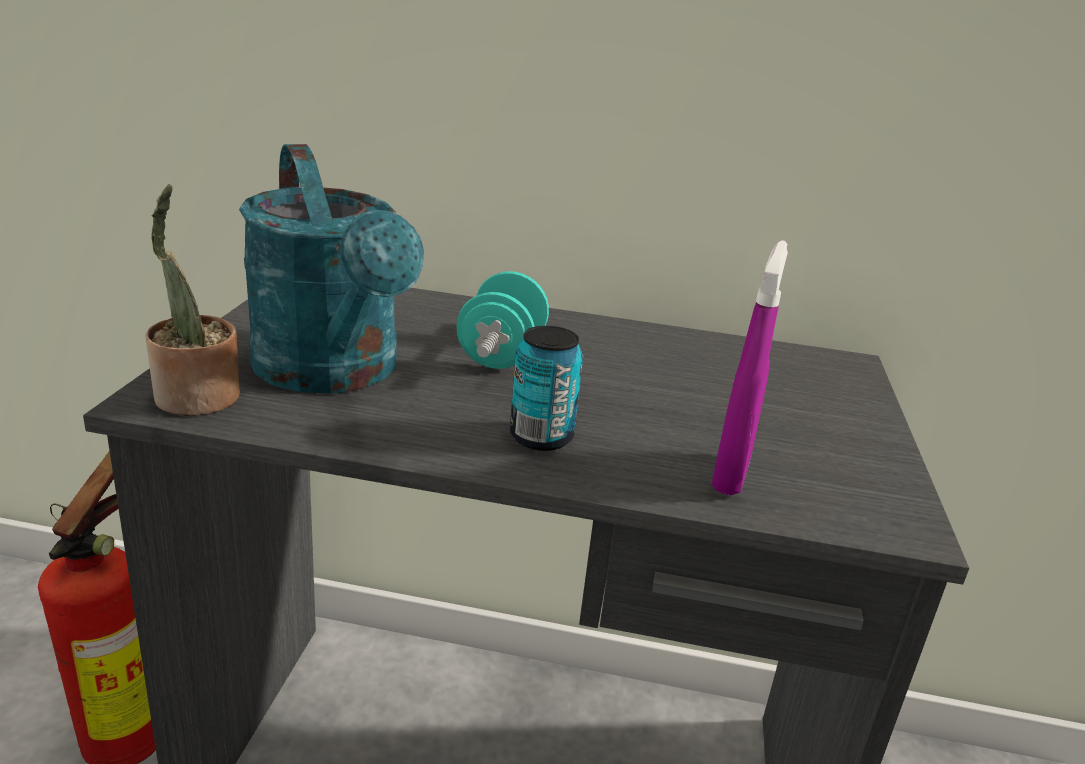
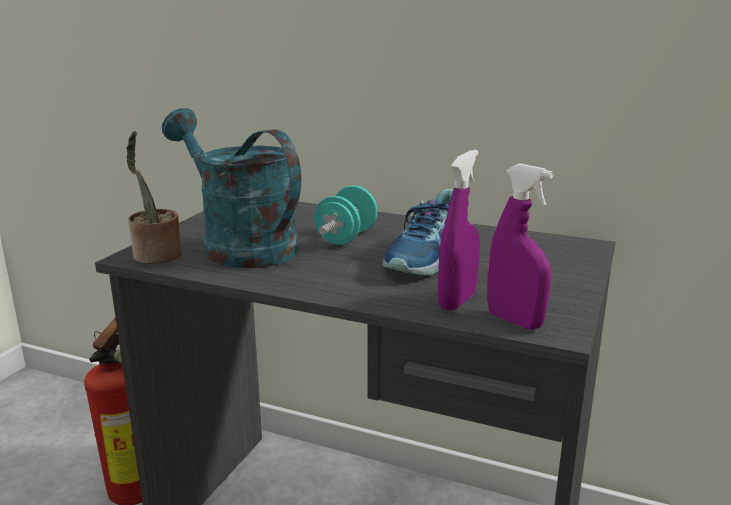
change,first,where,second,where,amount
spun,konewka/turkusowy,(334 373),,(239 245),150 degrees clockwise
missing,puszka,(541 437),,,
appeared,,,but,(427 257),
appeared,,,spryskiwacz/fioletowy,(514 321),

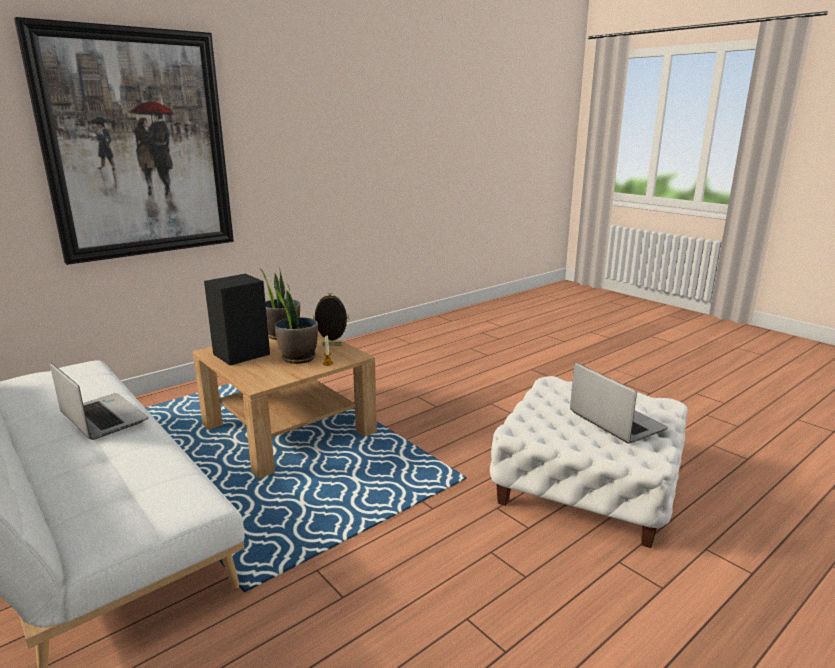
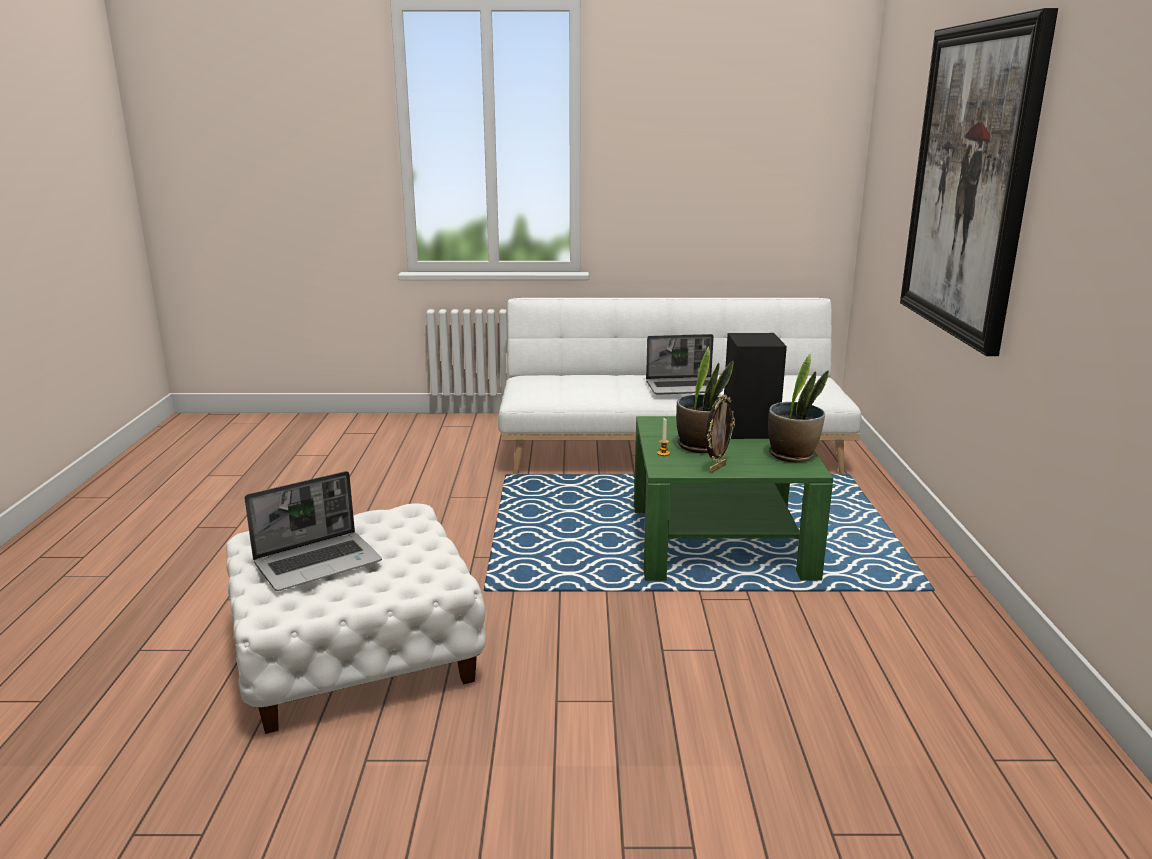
change,first,where,second,where,amount
colour,ława/brązowy,(288 429),ława/zielony,(720 541),
spun,laptop,(614 421),,(319 562),45 degrees counterclockwise

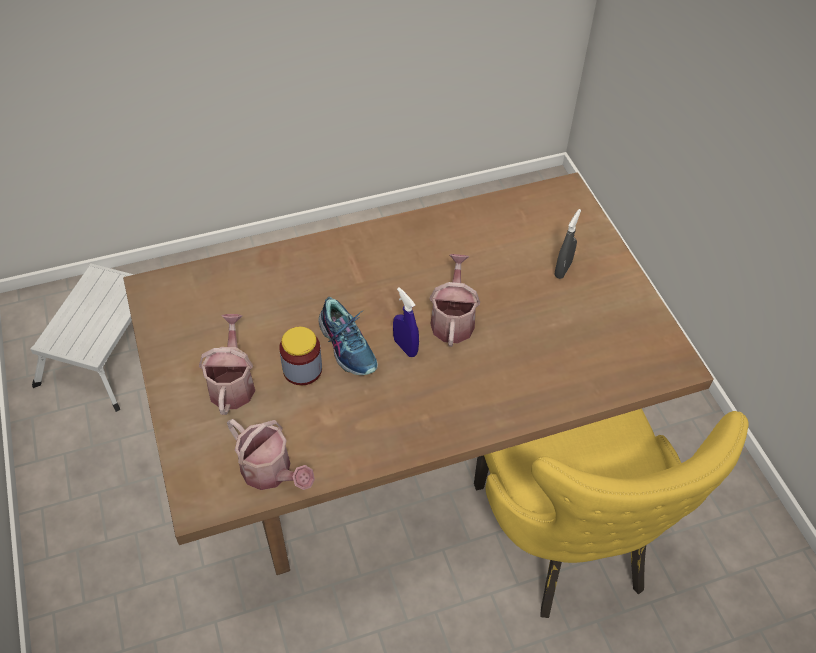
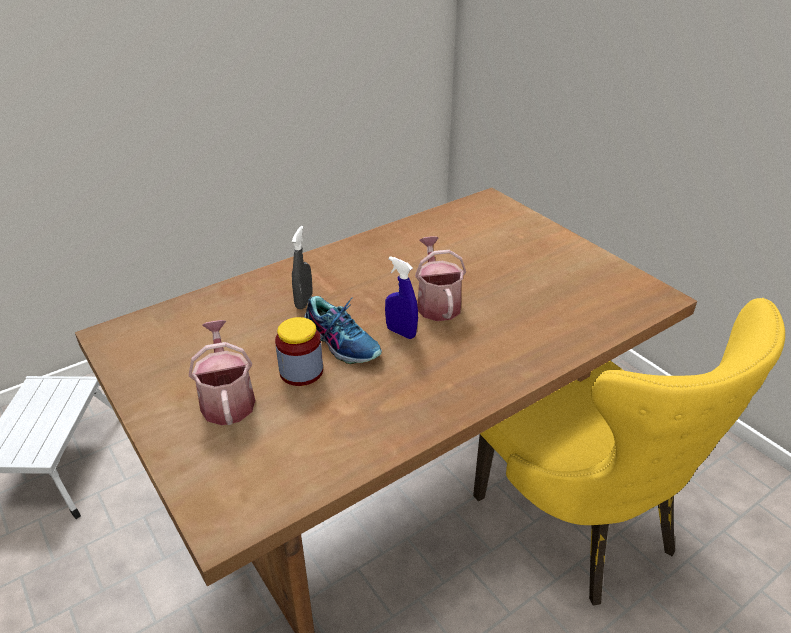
change,first,where,second,where,amount
missing,konewka,(271 472),,,
relocated,spryskiwacz/szary,(562 270),,(304 301),

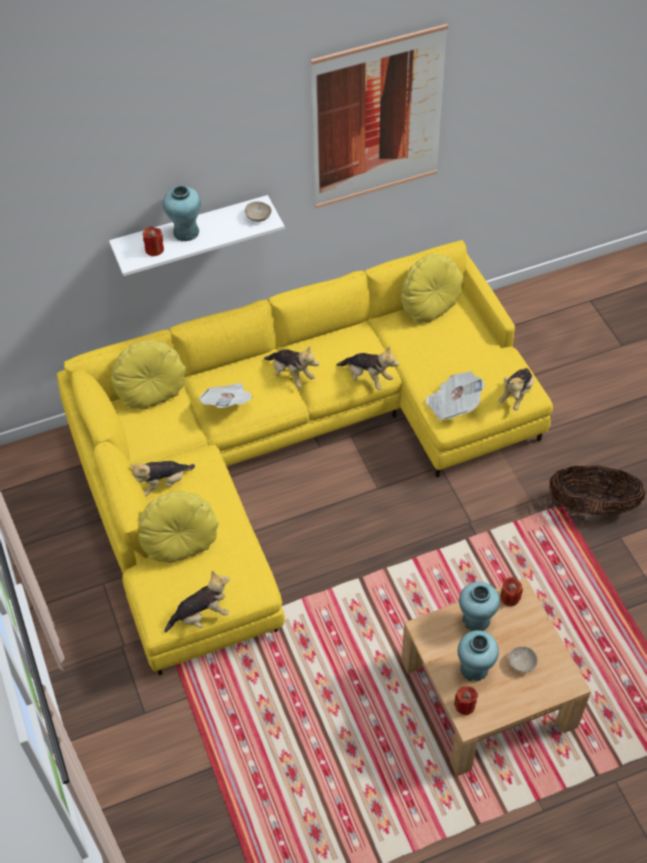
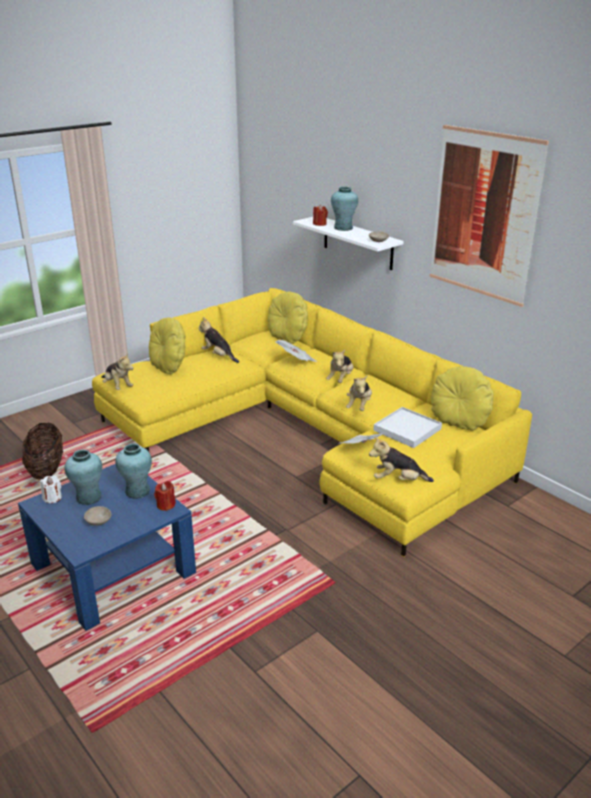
change,first,where,second,where,amount
colour,ława/brązowy,(487 694),ława/niebieski,(113 569),
colour,świeca/czerwony,(465 705),świeca/biały,(52 498),
relocated,koszyk,(592 506),,(46 470),
appeared,,,taca/biały,(407 430),

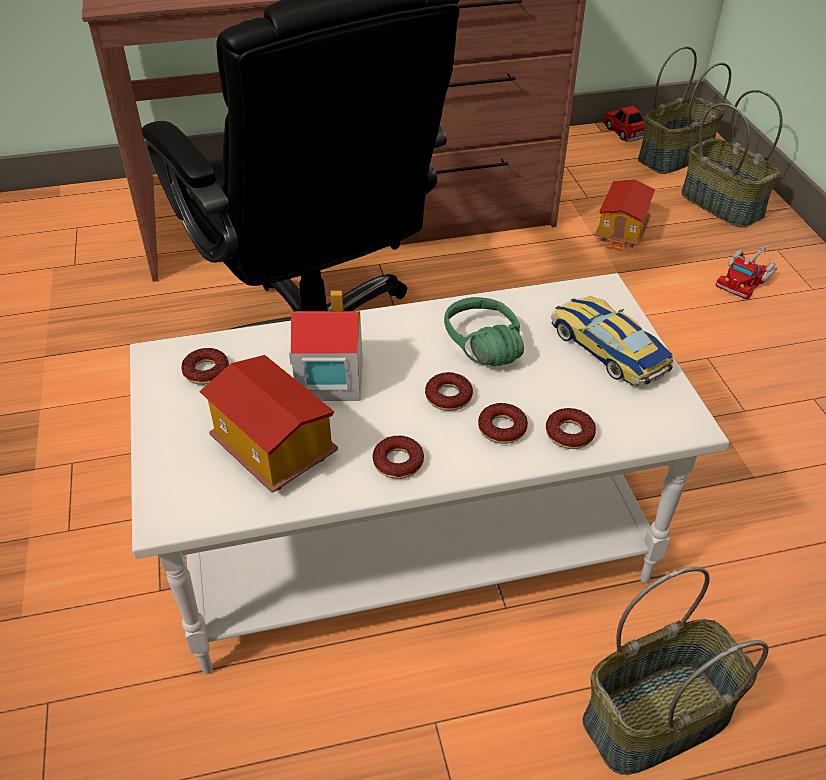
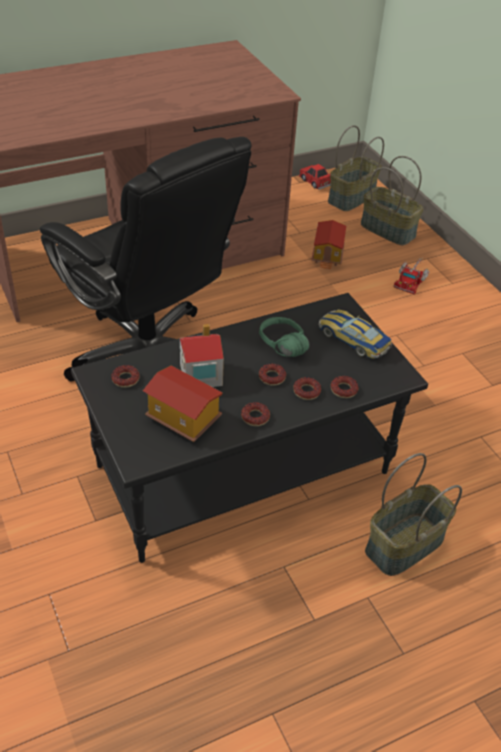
change,first,where,second,where,amount
colour,ława/biały,(410 544),ława/czarny,(243 471),

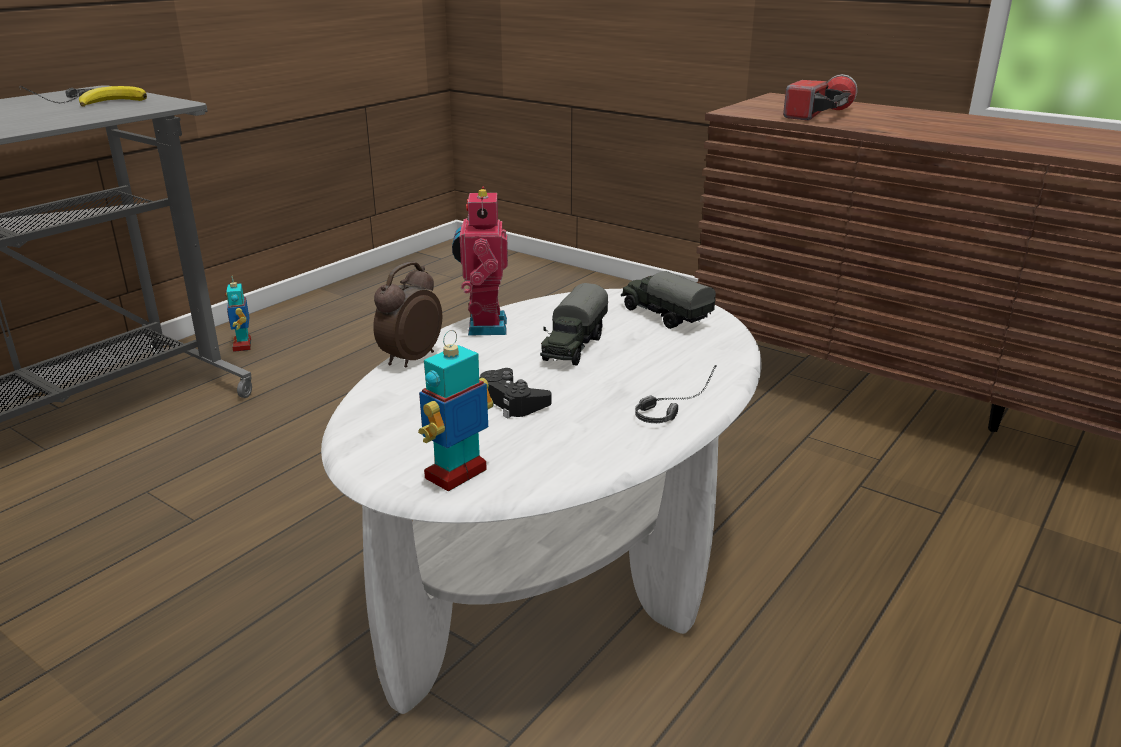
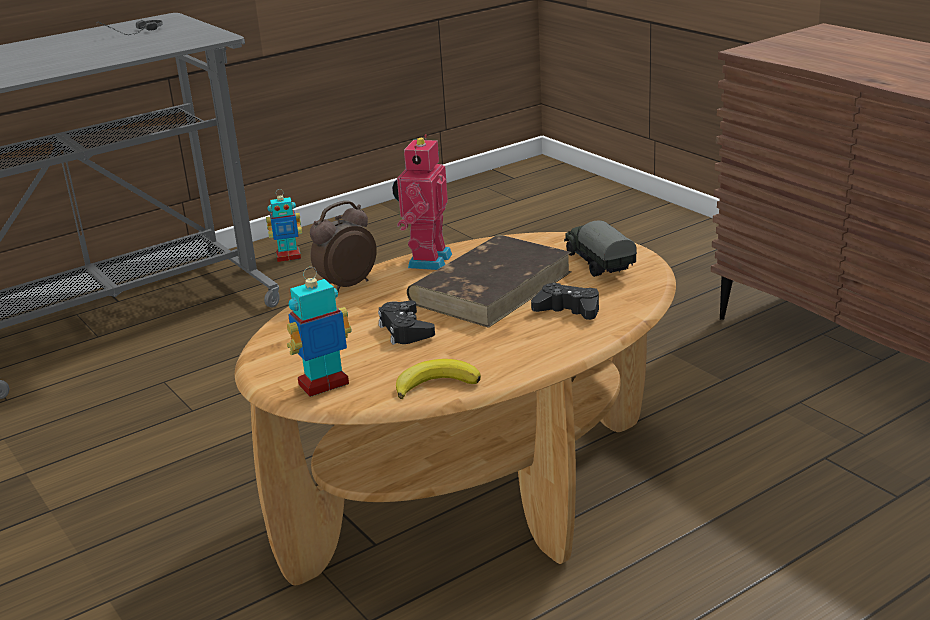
change,first,where,second,where,amount
relocated,banan,(112 102),,(436 384),
spun,robot zabawkowy,(243 345),,(288 257),105 degrees counterclockwise
colour,ława/biały,(561 573),ława/brązowy,(478 497),
exchanged,ciężarówka zabawkowa,(573 347),książka/brązowy,(492 286),
missing,słuchawki,(673 404),,,
missing,latarka,(820 114),,,
appeared,,,pad do gier/czarny,(568 310),

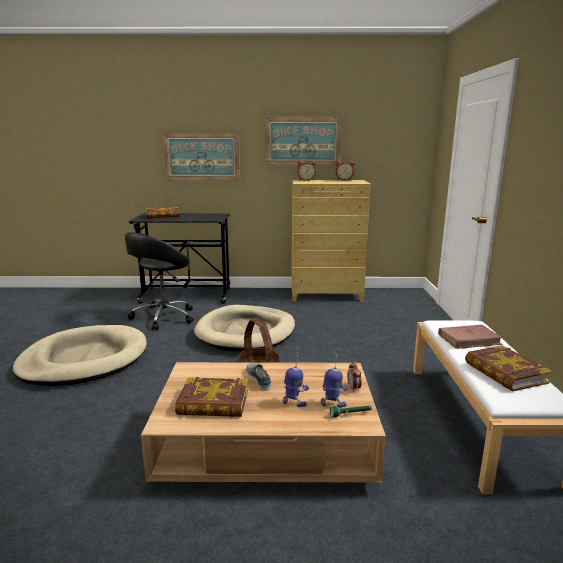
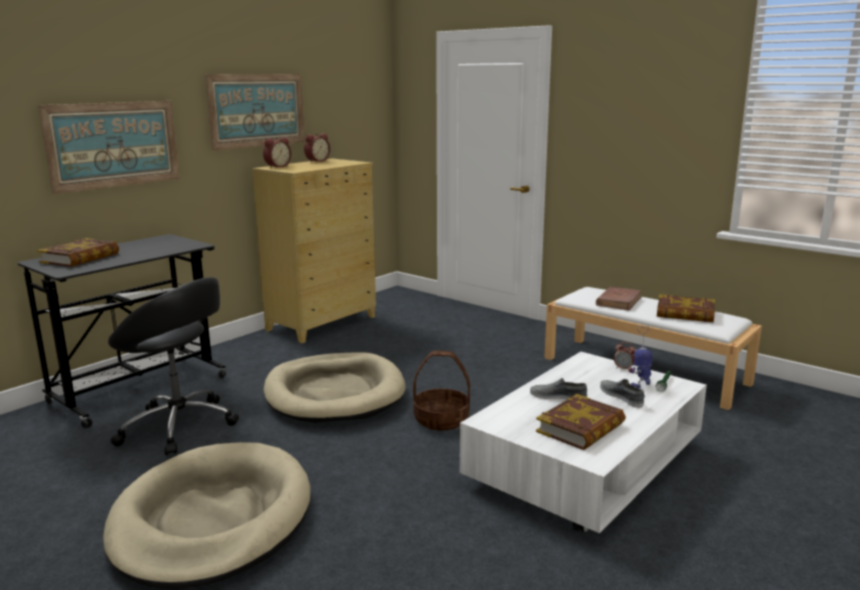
change,first,where,second,where,amount
spun,krzesło biurowe/czarny,(162 317),,(180 426),45 degrees counterclockwise
colour,ława/brązowy,(266 447),ława/biały,(586 464),
exchanged,robot zabawkowy,(294 403),but/szary,(621 397),

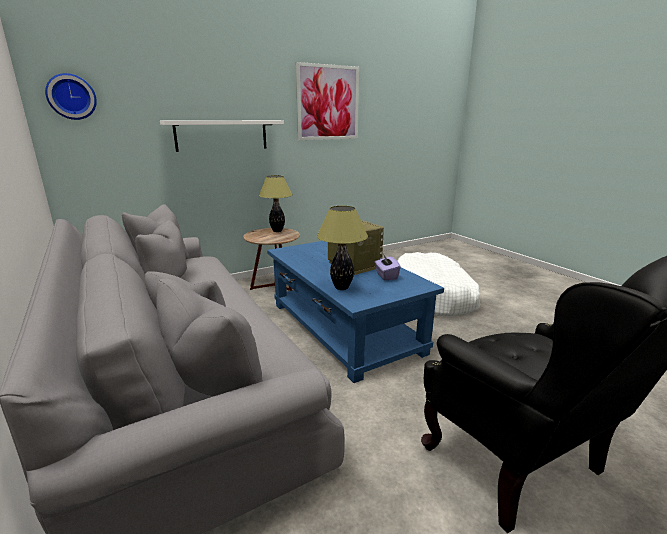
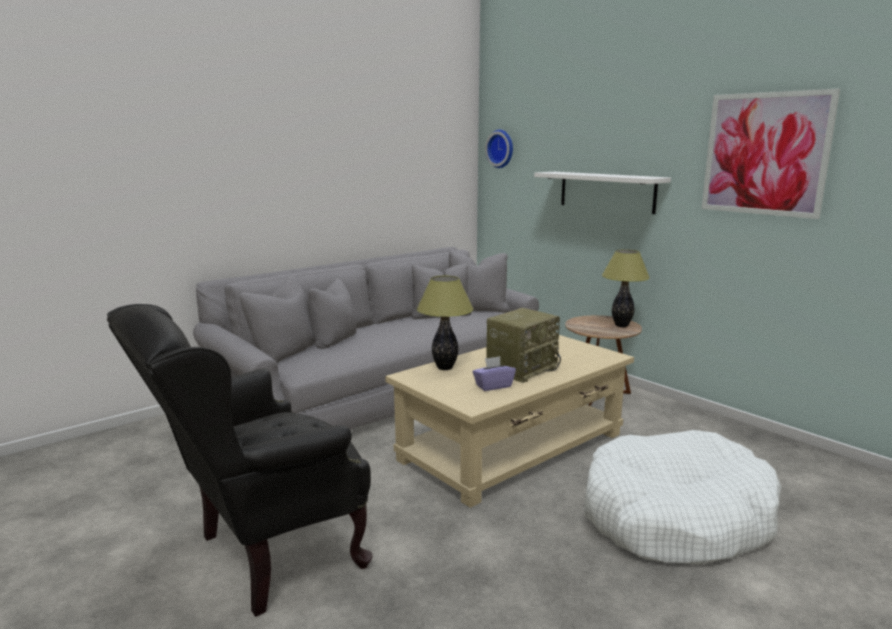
change,first,where,second,where,amount
colour,ława/niebieski,(344 327),ława/beżowy,(513 446),

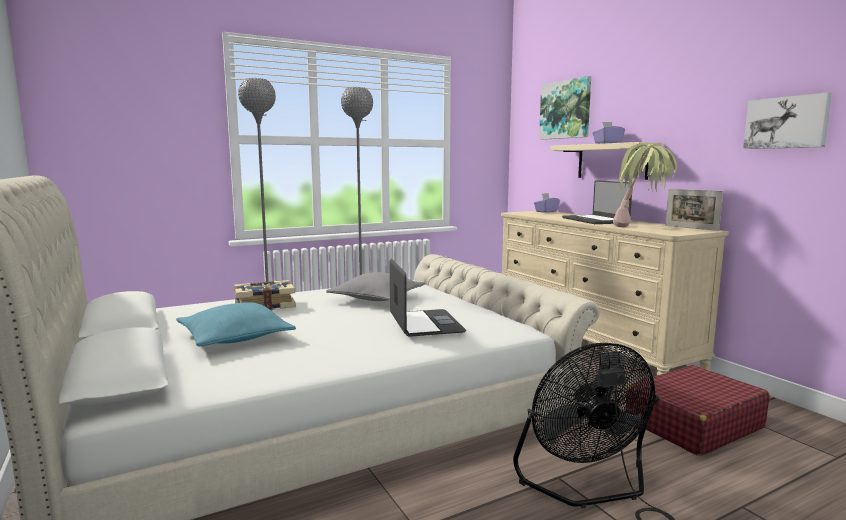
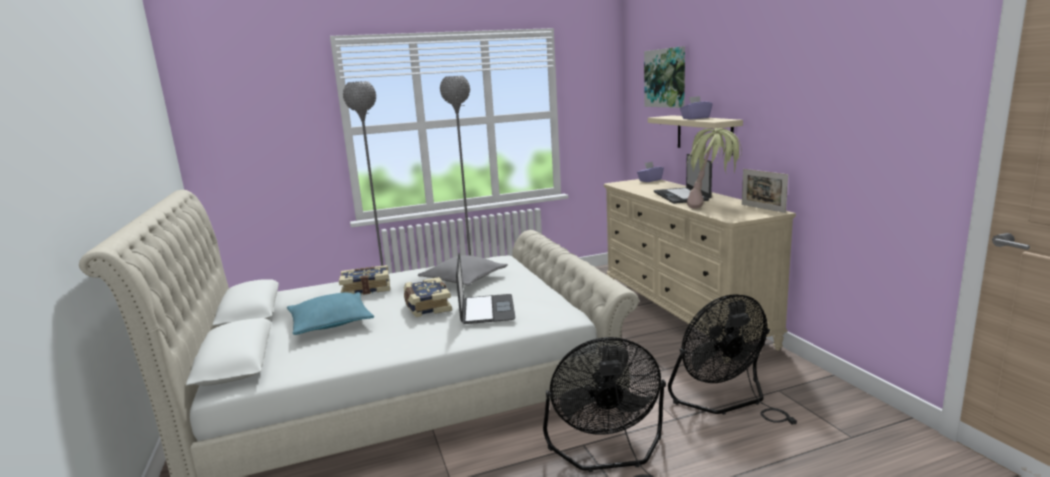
change,first,where,second,where,amount
exchanged,walizka/czerwony,(692 424),wentylator/czarny,(733 400),
missing,obraz,(786 122),,,
appeared,,,książka,(426 306),

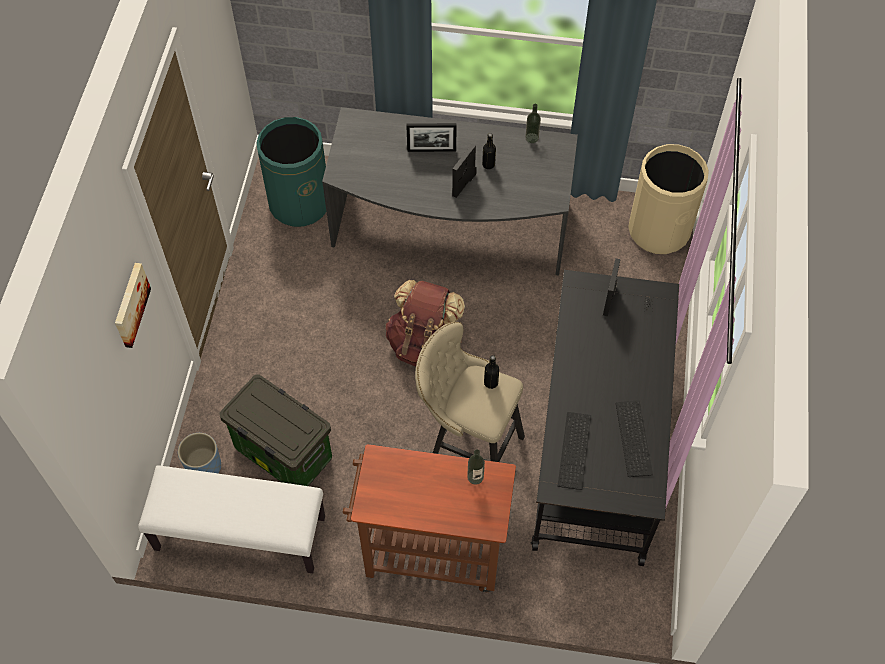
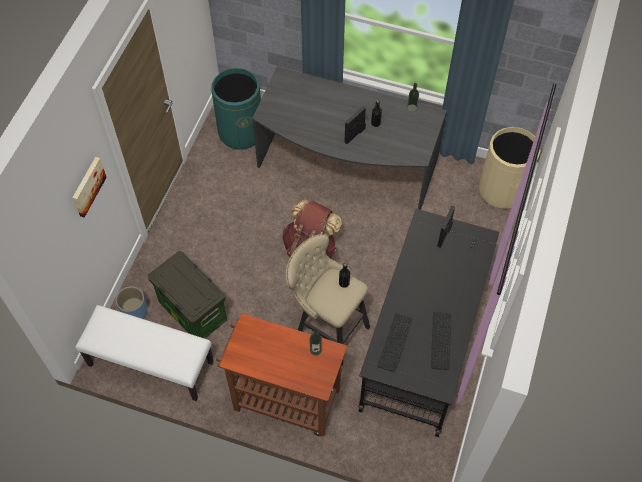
change,first,where,second,where,amount
missing,ramka na zdjęcie,(431 150),,,

